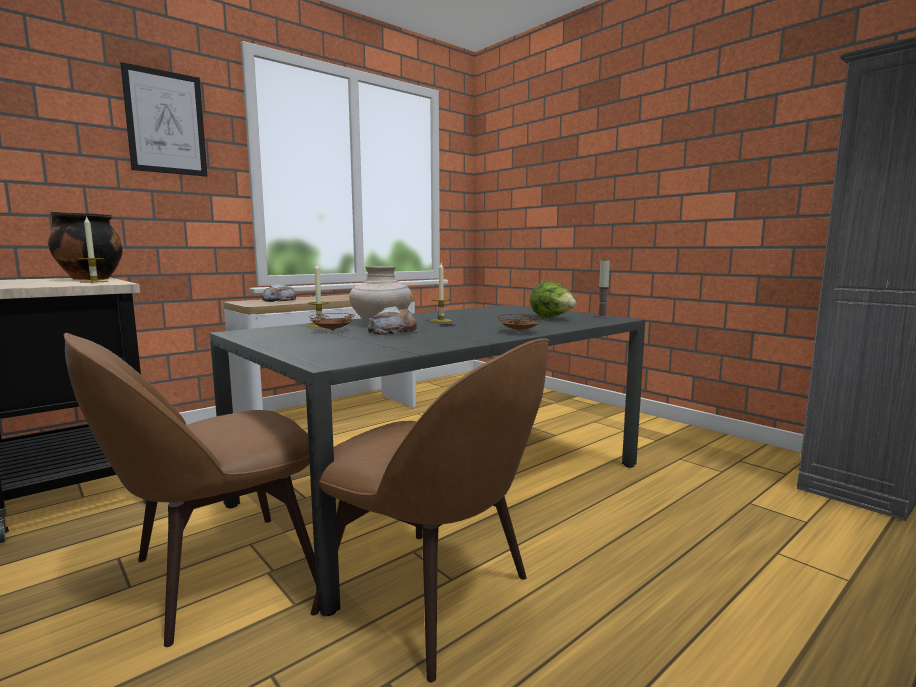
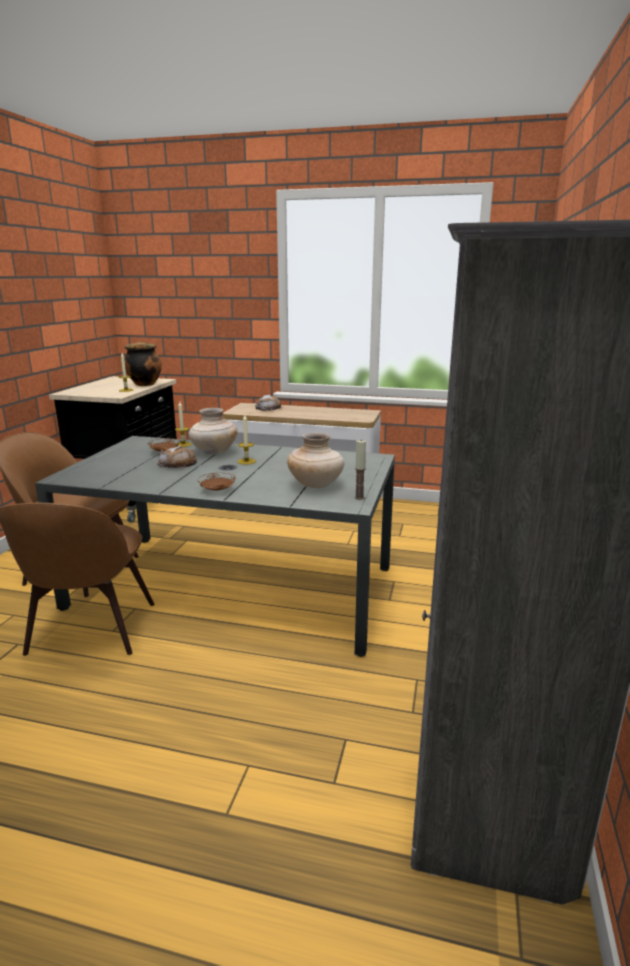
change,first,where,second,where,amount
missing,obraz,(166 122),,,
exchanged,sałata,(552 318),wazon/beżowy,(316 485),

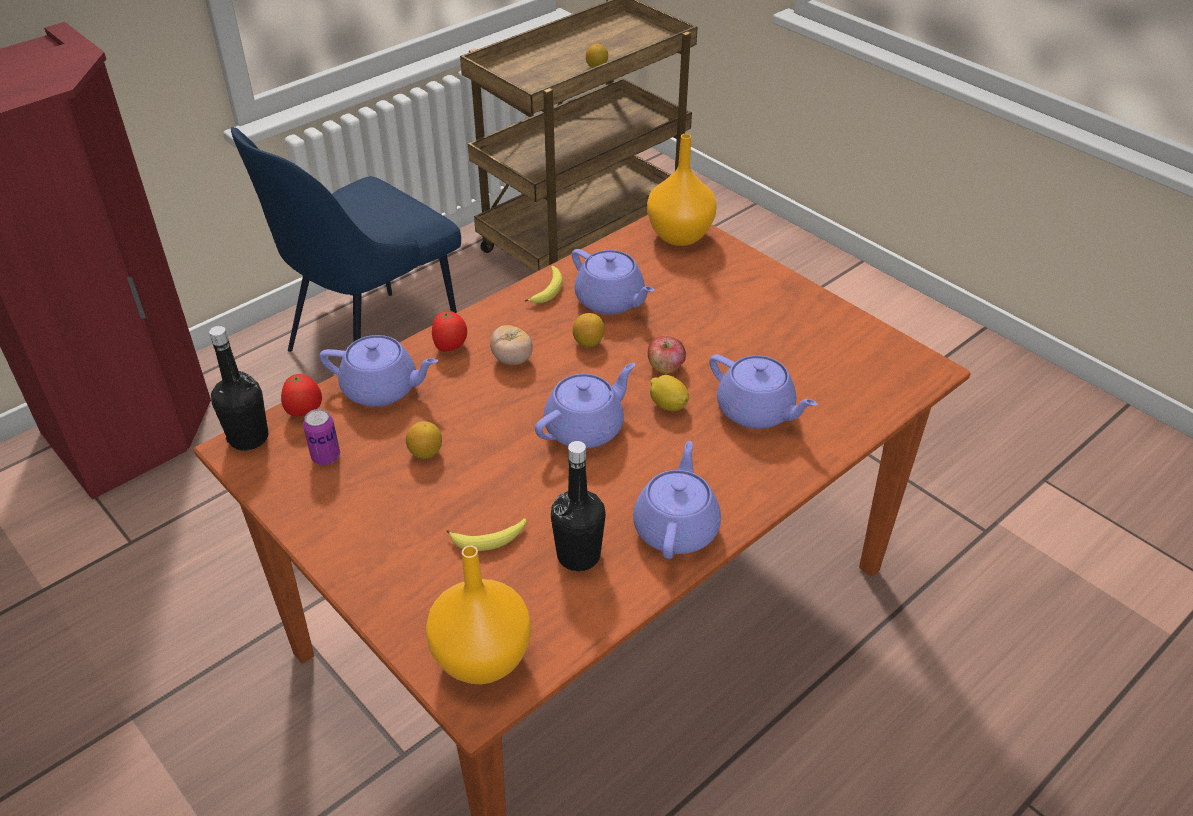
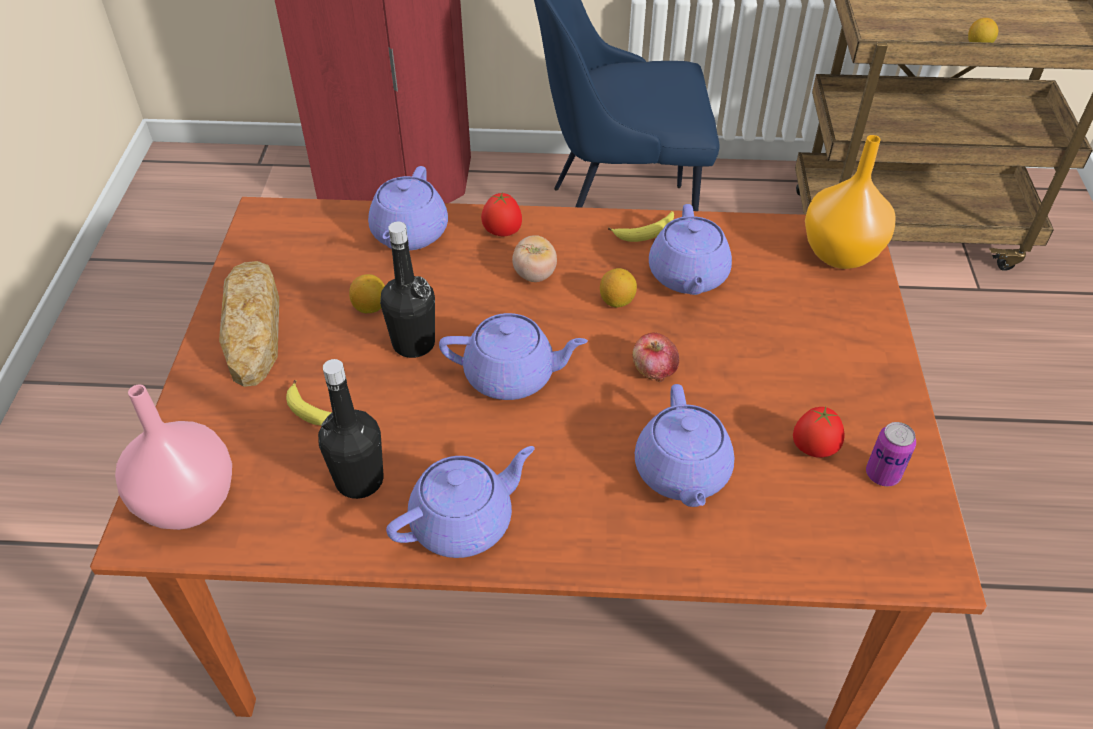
change,first,where,second,where,amount
relocated,butelka/czarny,(249 438),,(413 343),
relocated,pomidor,(304 412),,(813 450),
relocated,puszka,(326 457),,(882 474),
spun,imbryk/fioletowy,(382 389),,(409 234),45 degrees clockwise
colour,wazon/pomarańczowy,(481 657),wazon/różowy,(190 501),
missing,cytryna,(668 405),,,
appeared,,,chleb,(254 327),

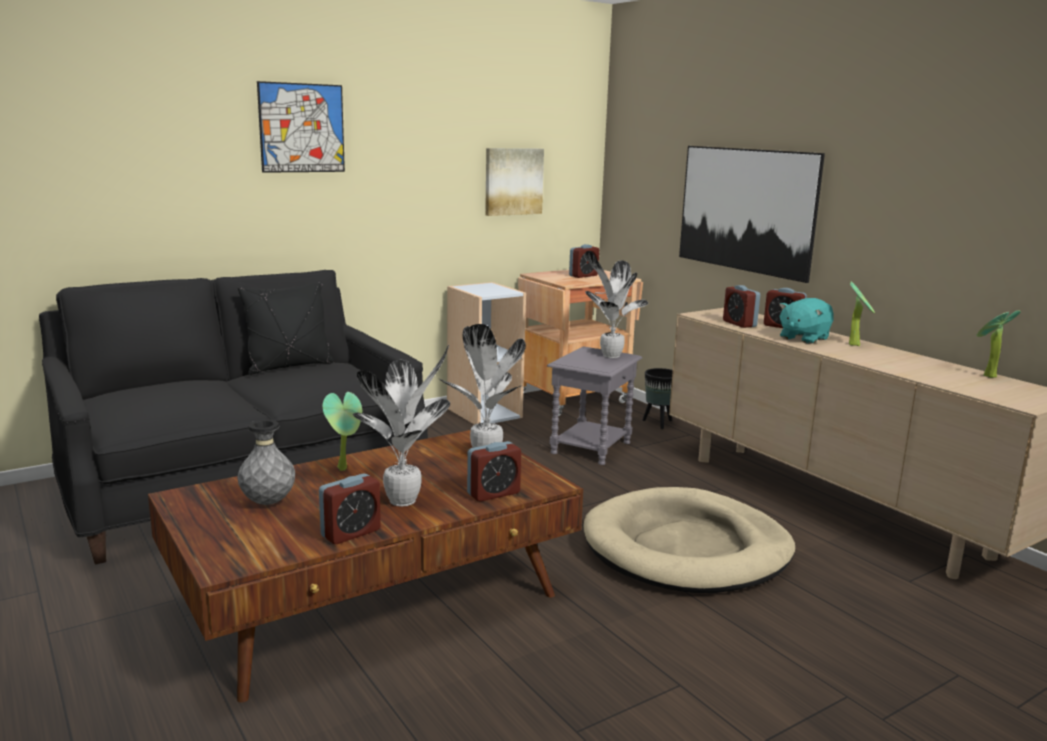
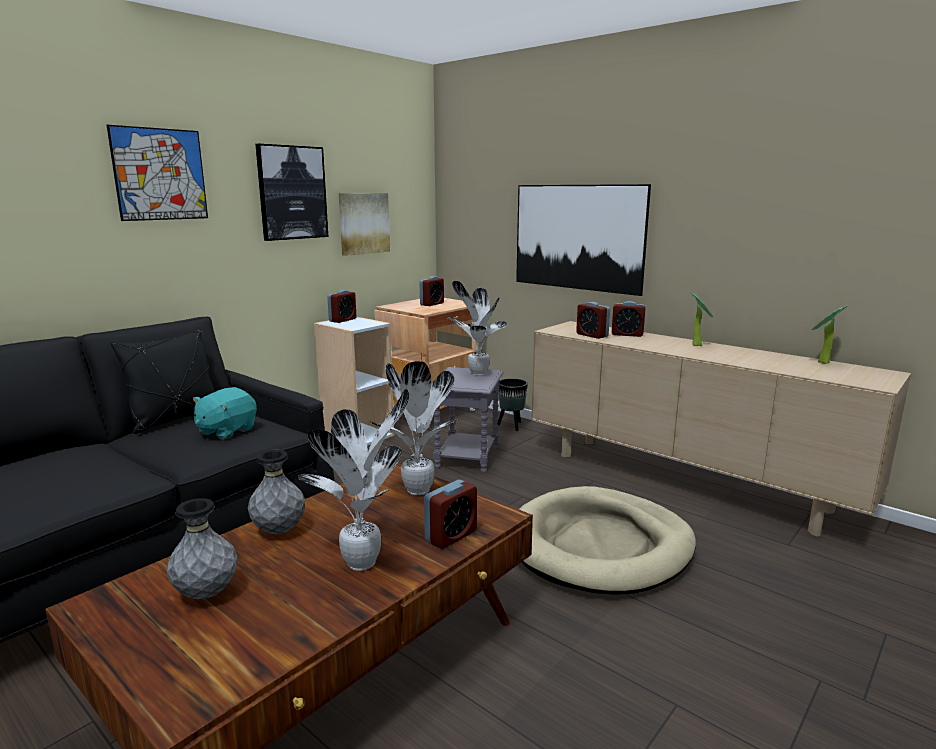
change,first,where,second,where,amount
relocated,budzik,(351 533),,(342 320),
exchanged,roślina doniczkowa,(345 468),wazon/szary,(279 531),
relocated,pluszak/turkusowy,(803 338),,(226 431),
appeared,,,obraz,(292 193),

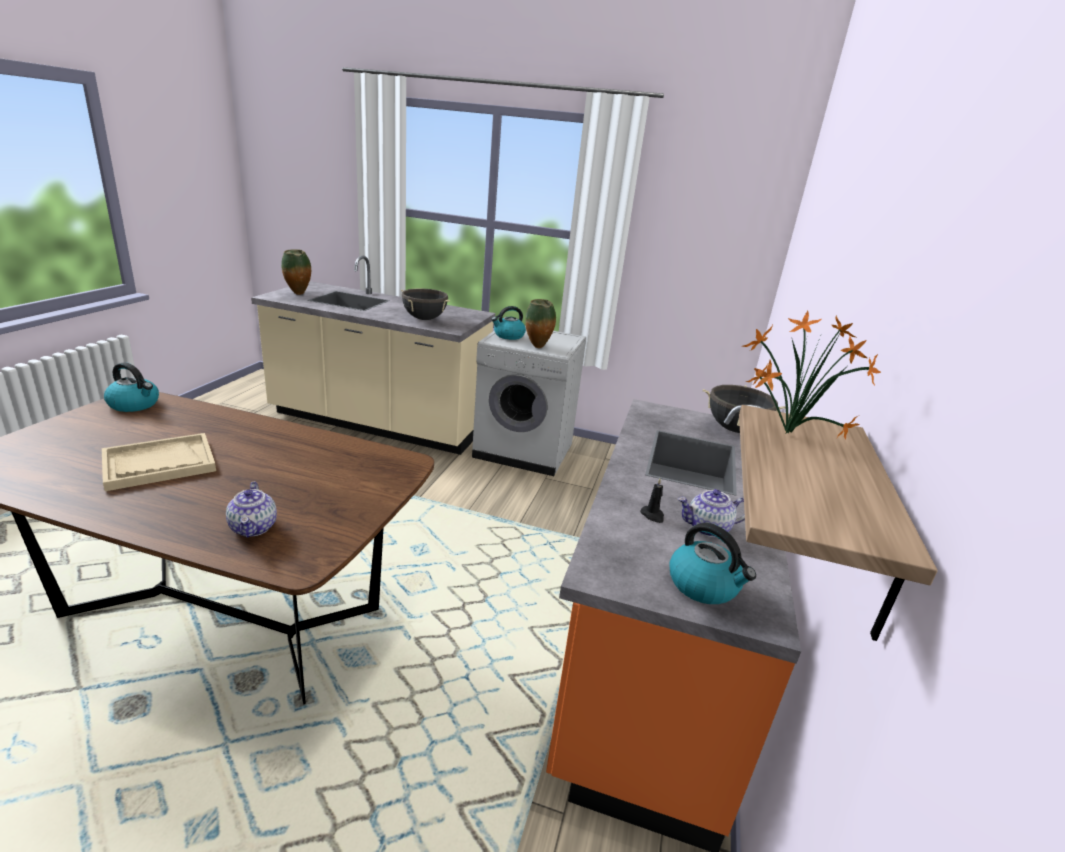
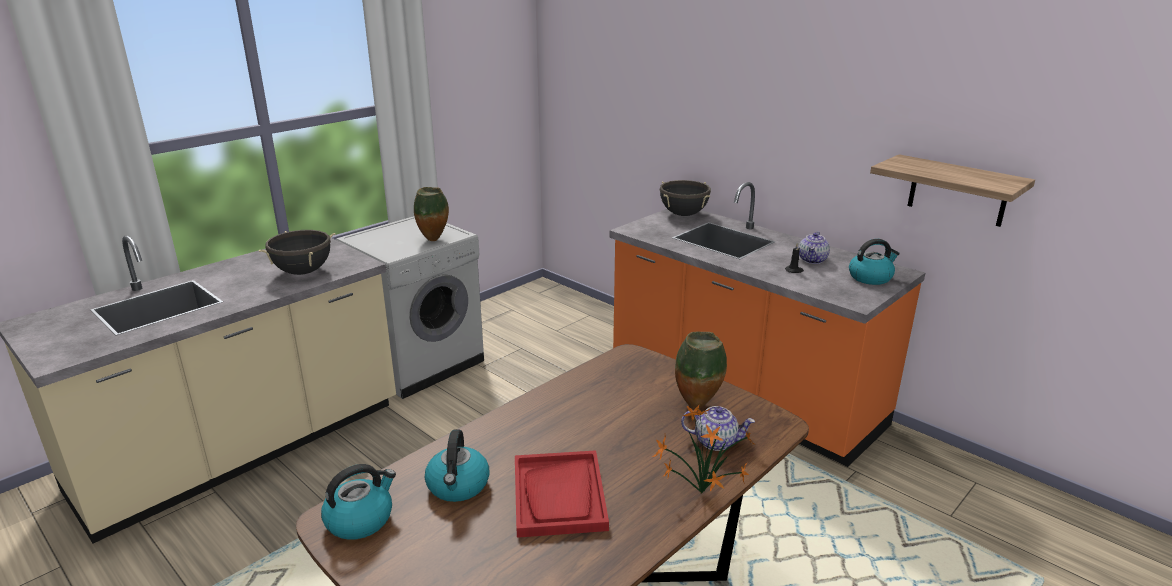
change,first,where,second,where,amount
colour,taca/beżowy,(159 464),taca/czerwony,(559 495),
relocated,wazon,(298 294),,(698 406),
relocated,czajnik,(508 336),,(458 486),
relocated,roślina doniczkowa,(784 432),,(698 493),

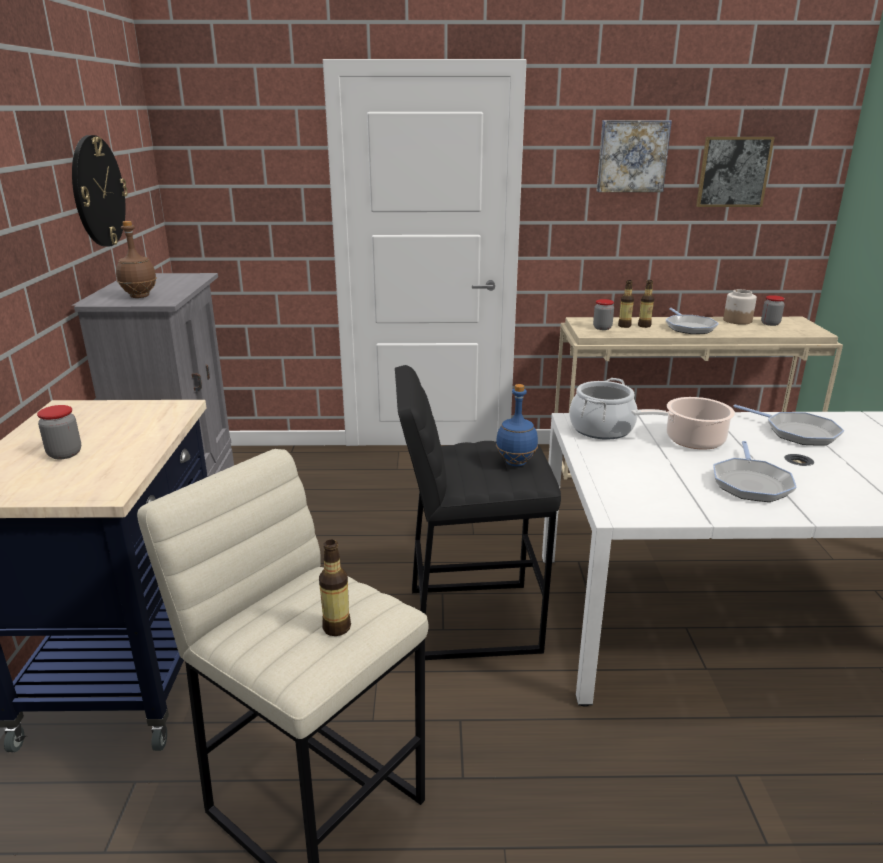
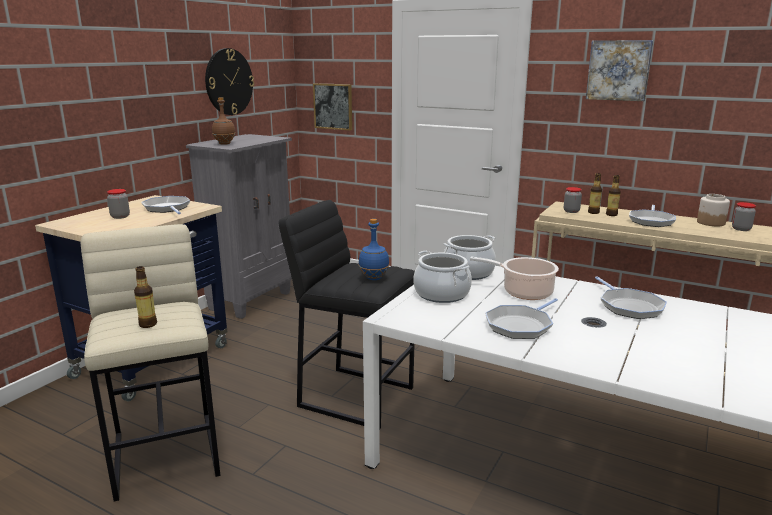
change,first,where,second,where,amount
relocated,obraz,(733 172),,(333 106),
appeared,,,patelnia,(167 208),
appeared,,,garnek,(442 294),

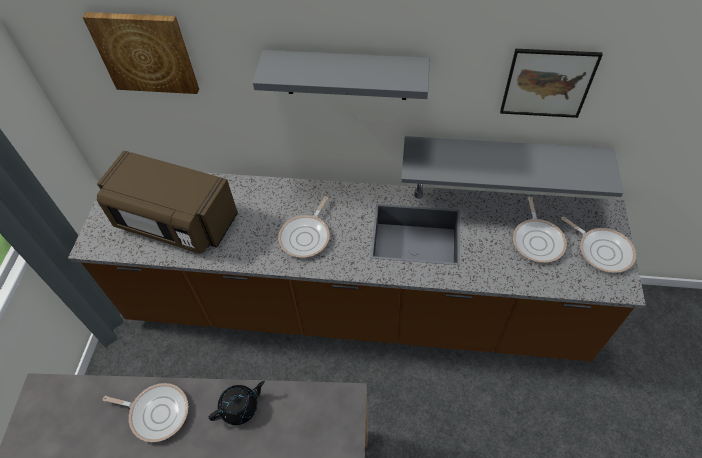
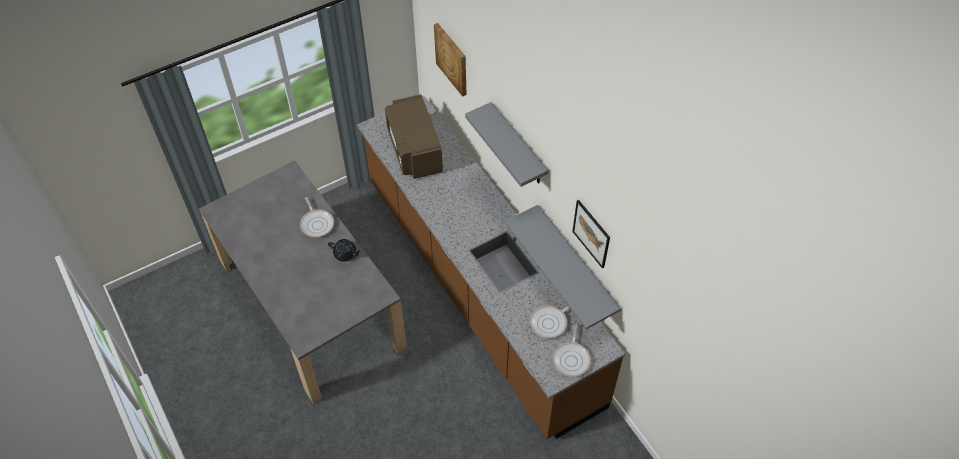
change,first,where,second,where,amount
missing,patelnia,(306 236),,,

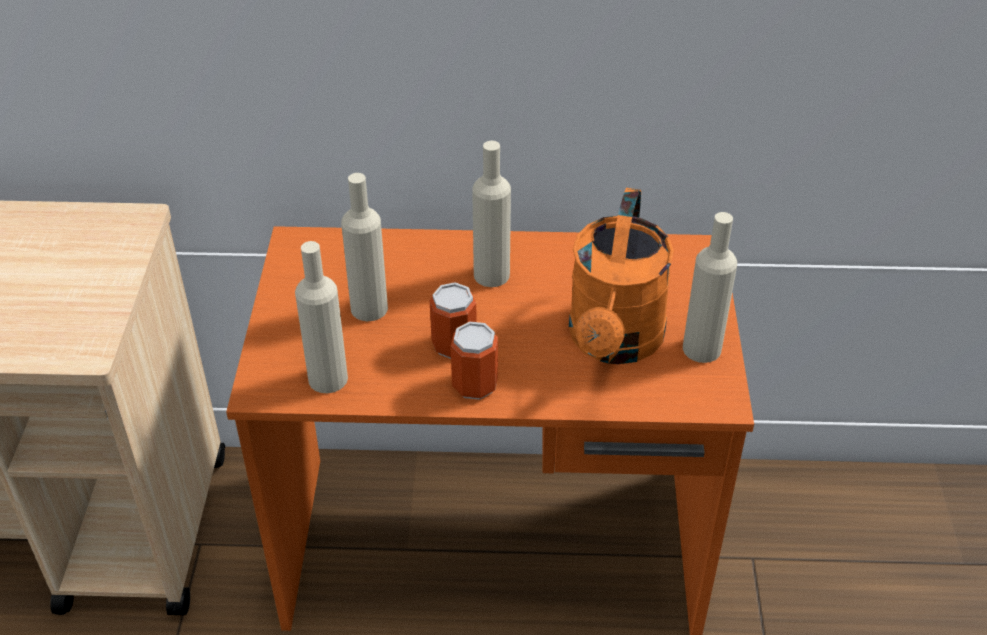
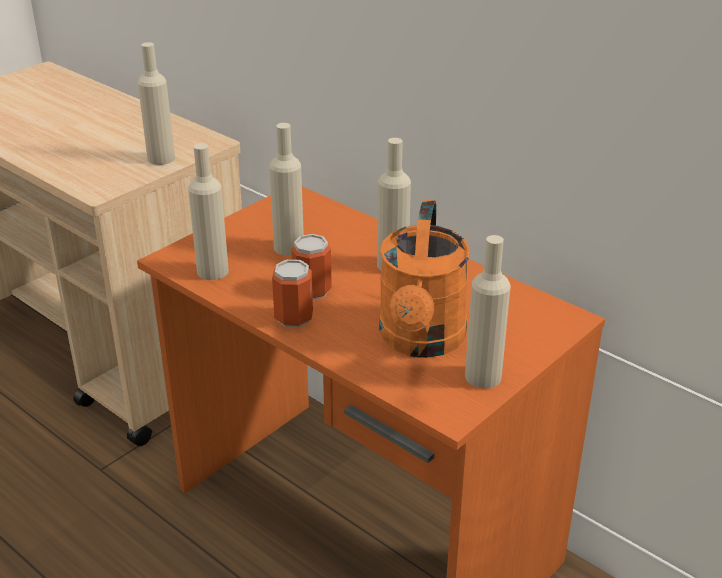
change,first,where,second,where,amount
spun,konewka/pomarańczowy,(614 343),,(421 341),45 degrees counterclockwise
appeared,,,butelka/beżowy,(161 158),

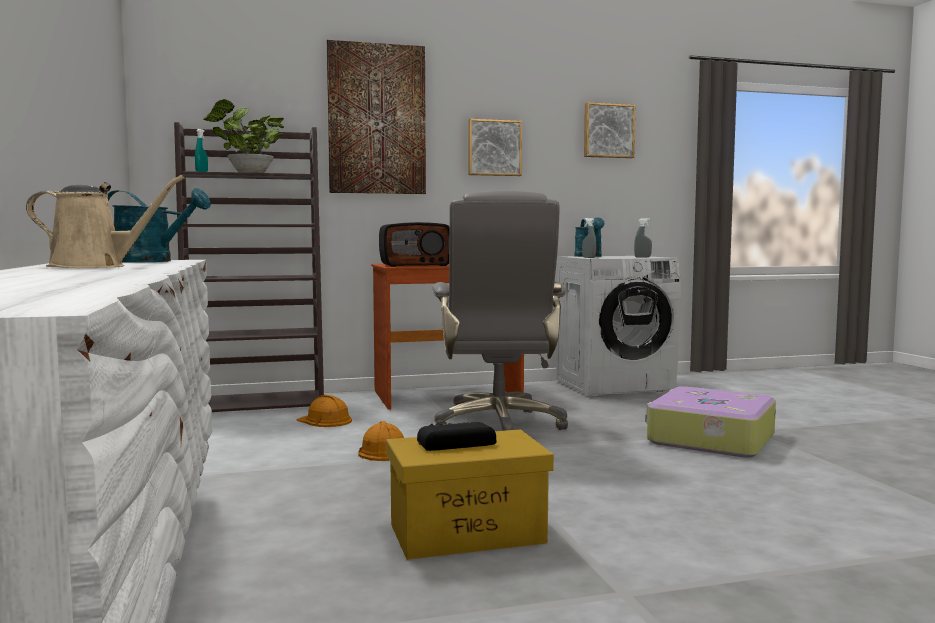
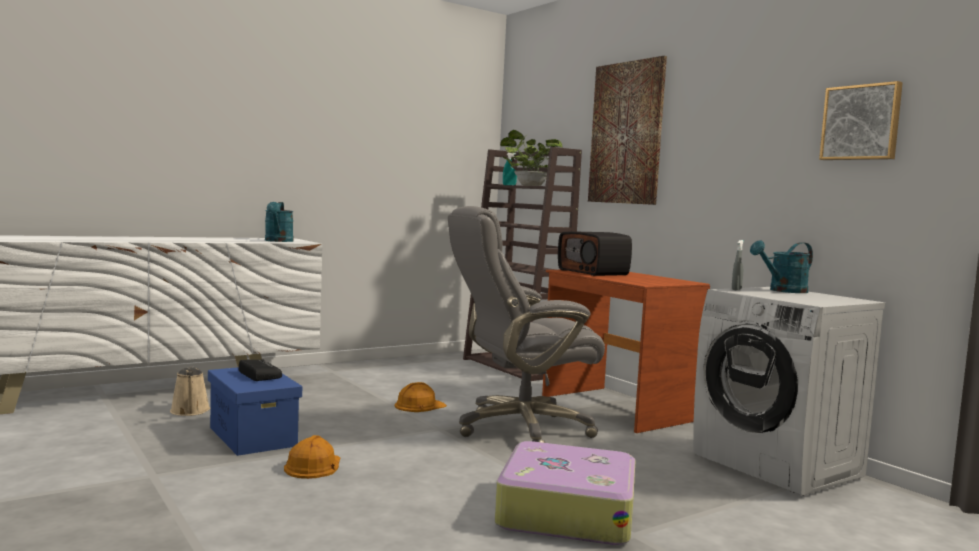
change,first,where,second,where,amount
relocated,konewka/beżowy,(95 266),,(190 411),
relocated,kask/pomarańczowy,(325 420),,(313 466),
colour,pojemnik do przechowywania/żółty,(465 534),pojemnik do przechowywania/niebieski,(251 436),
missing,obraz,(494 148),,,
missing,spryskiwacz/szary,(642 257),,,

